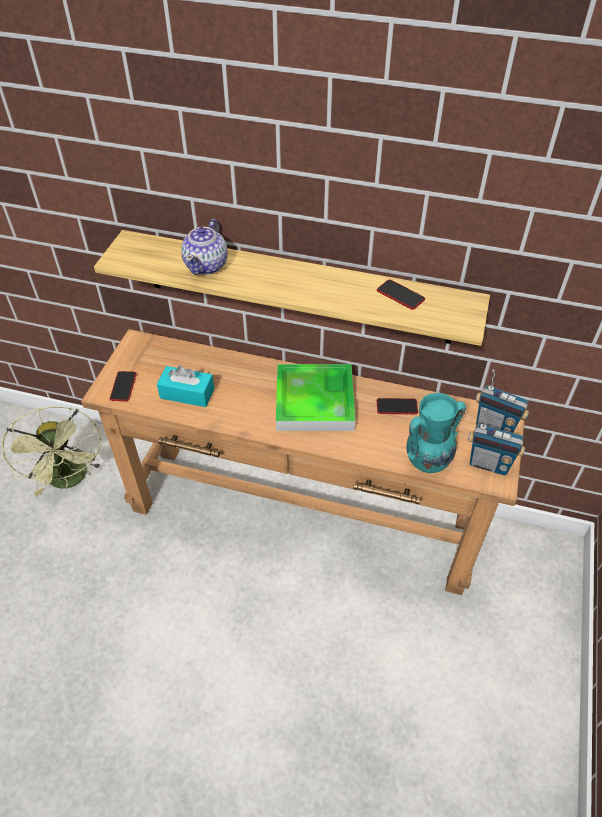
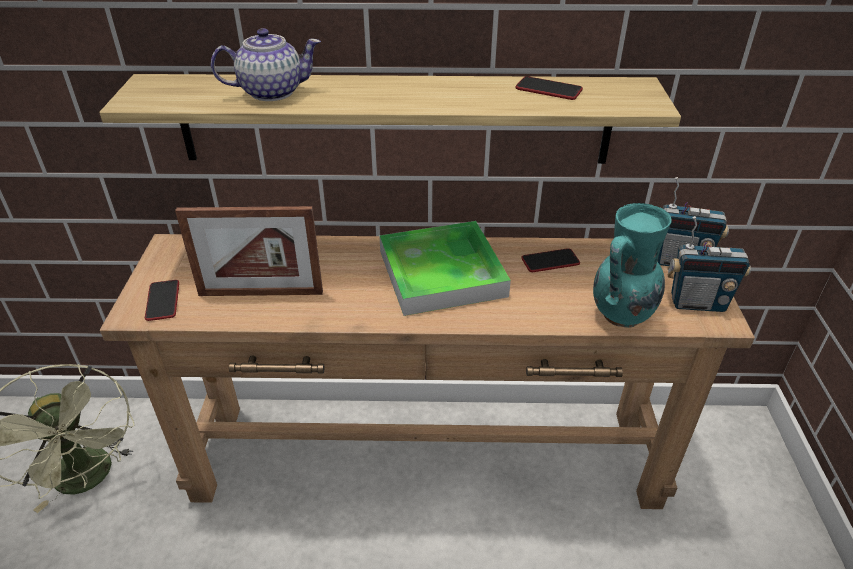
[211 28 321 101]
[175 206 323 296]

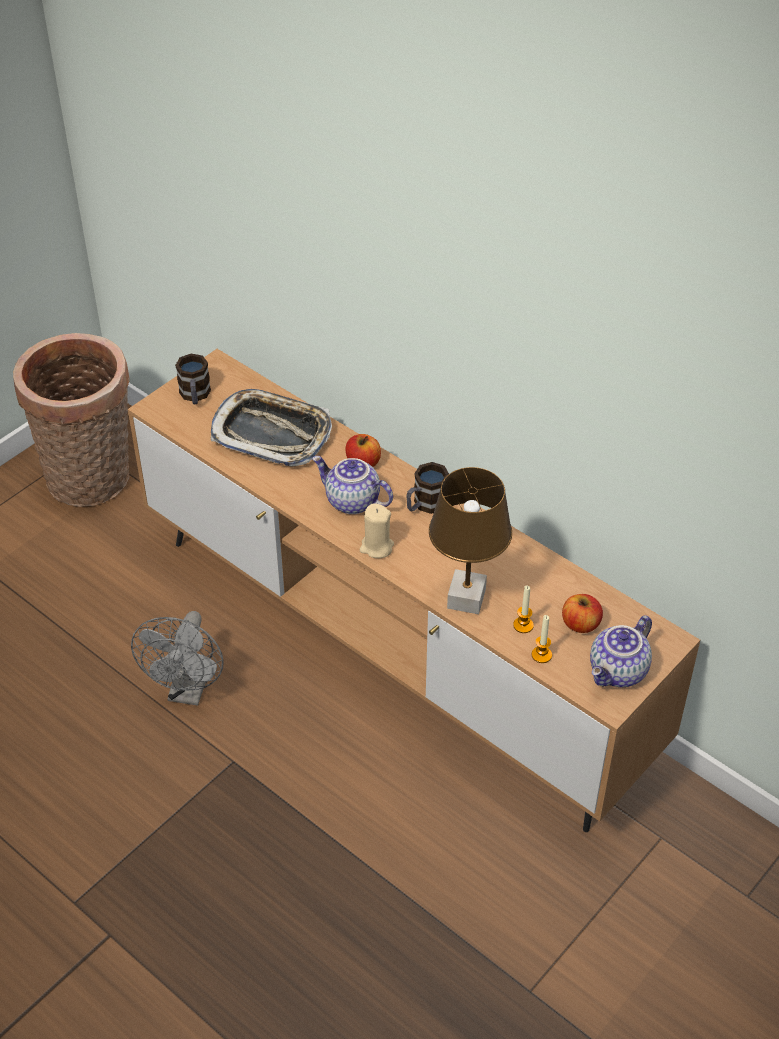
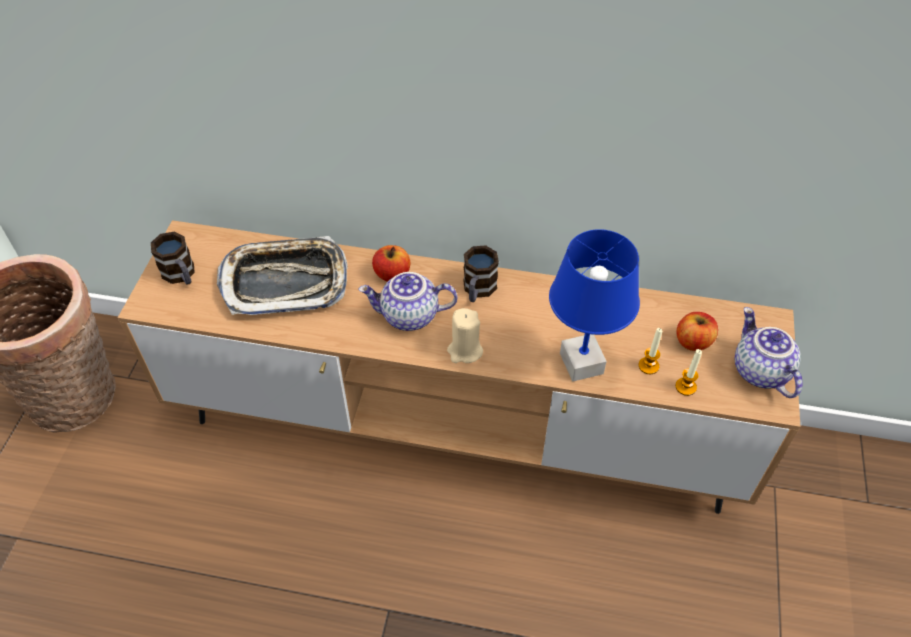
[549 229 640 381]
[131 611 224 706] (first image)
[735 307 802 398]

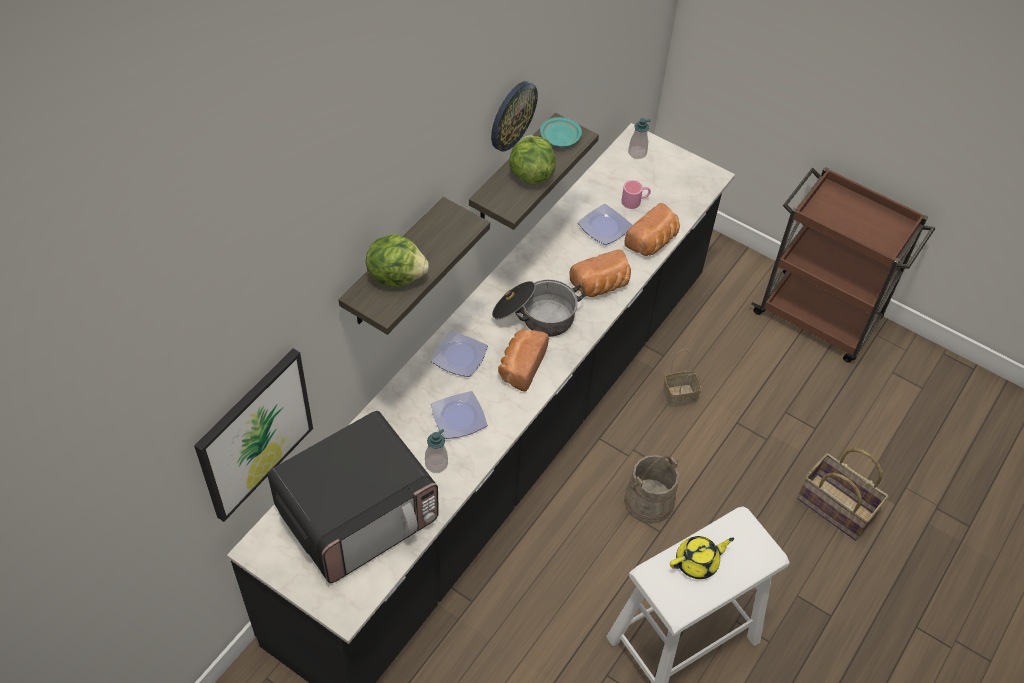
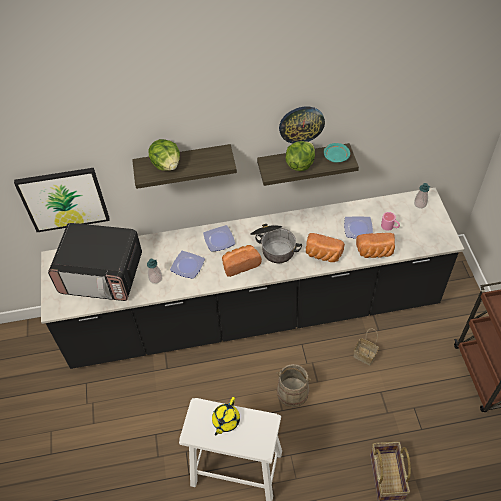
[212 397 240 436]

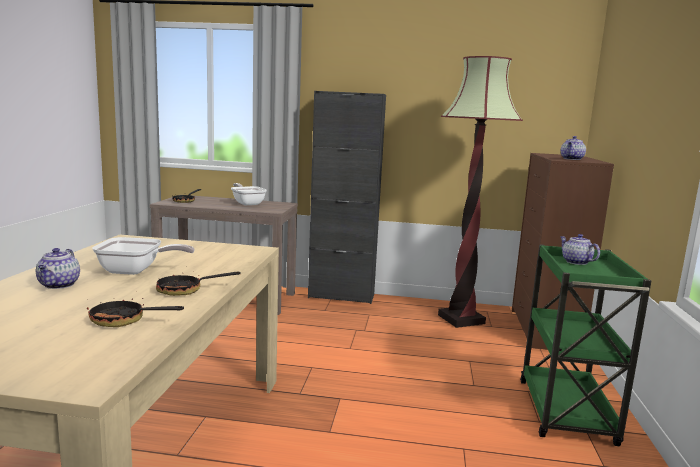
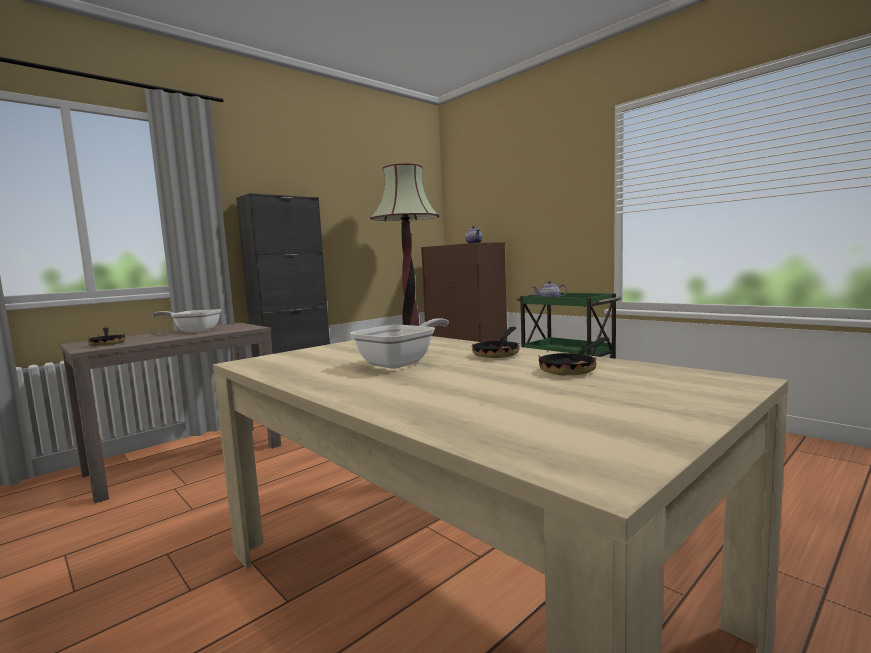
[36 248 80 289] (first image)

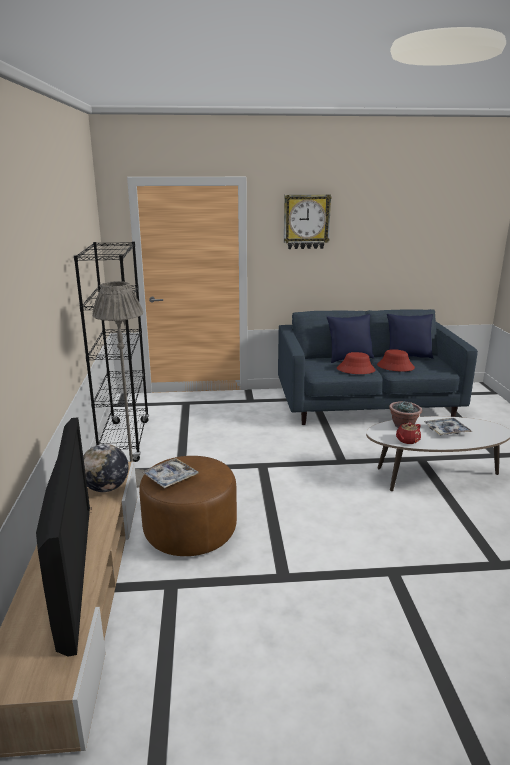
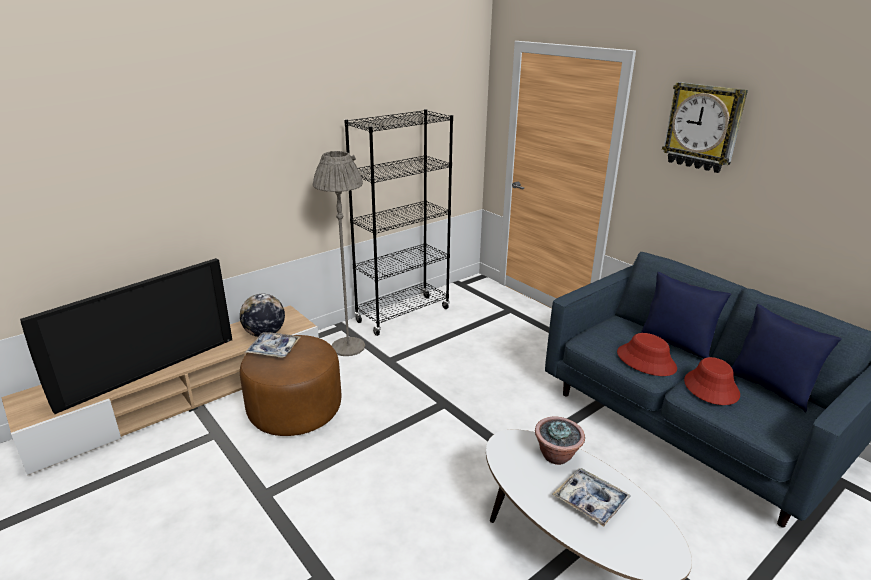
[396 423 421 444] (first image)

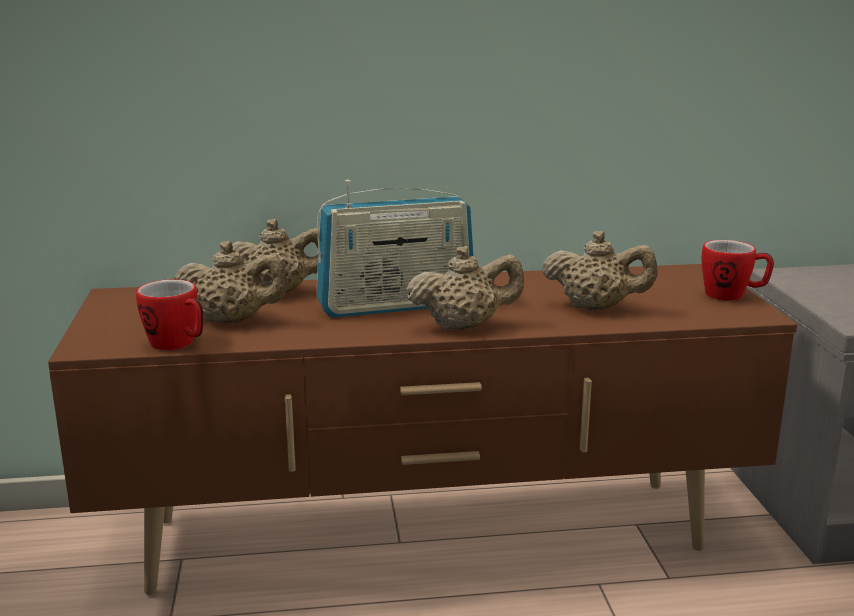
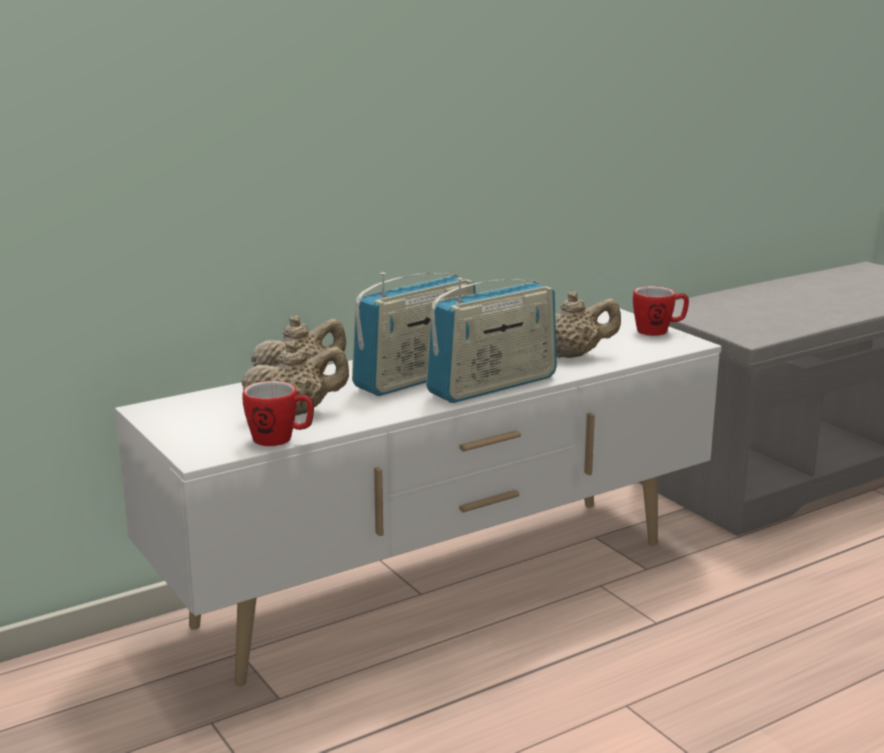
[426 277 557 403]
[115 308 721 686]

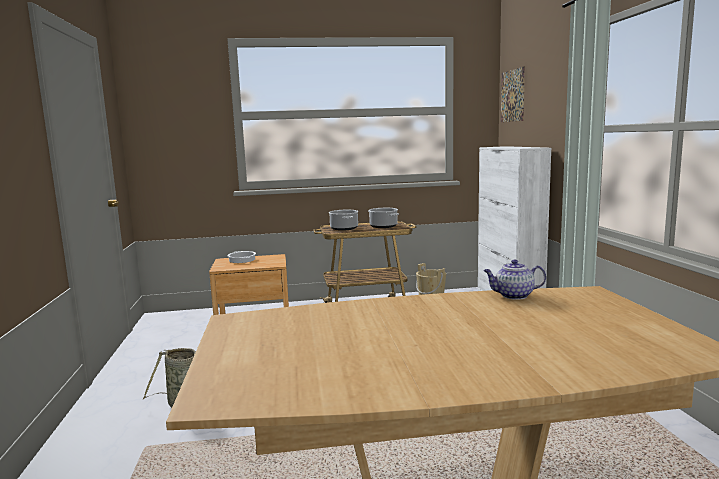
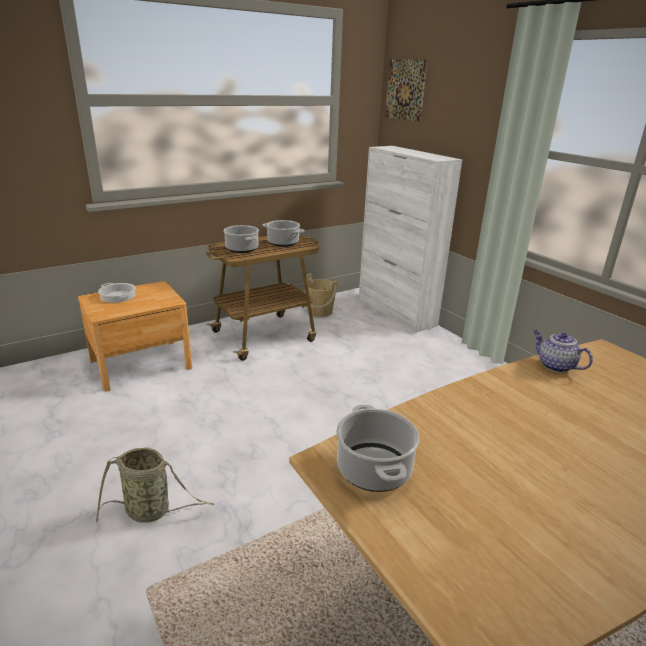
[533 330 593 373]
[336 405 420 492]

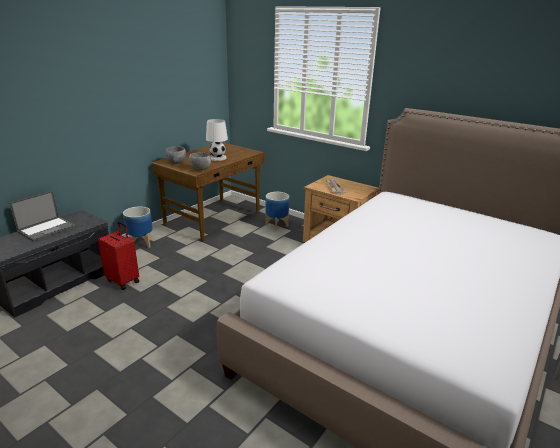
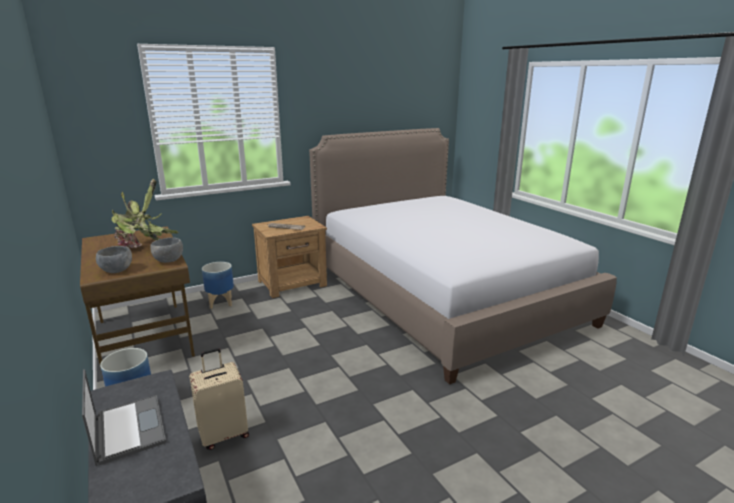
[112 179 179 248]
[189 348 249 450]

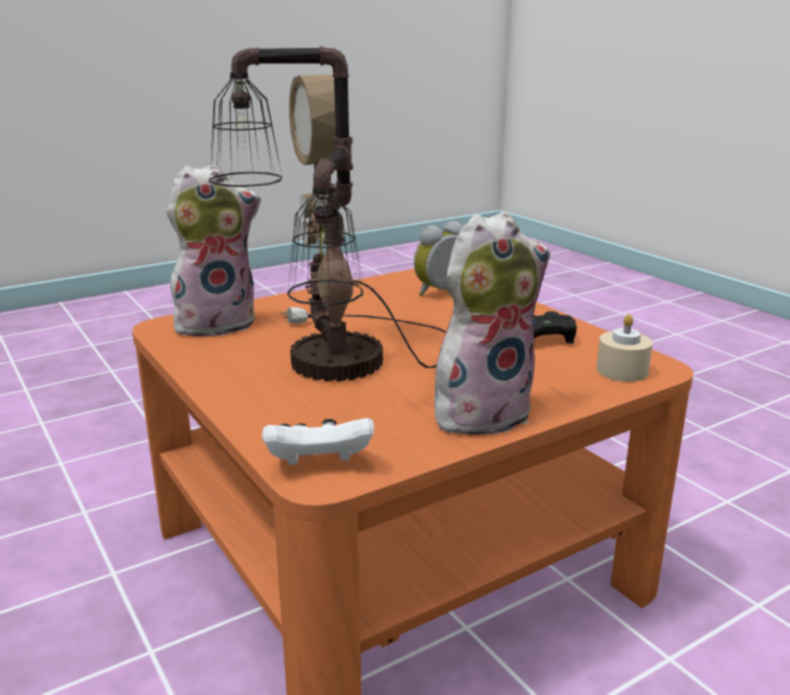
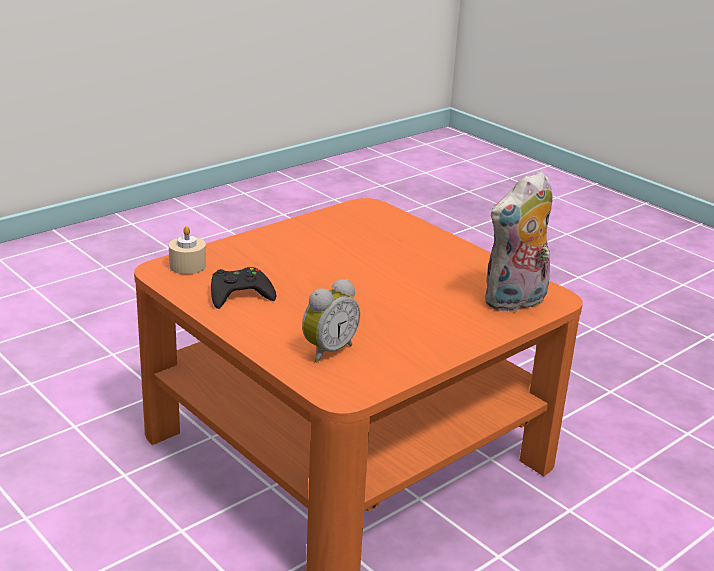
[209 46 446 382] (first image)
[435 212 550 439] (first image)
[262 418 374 465] (first image)

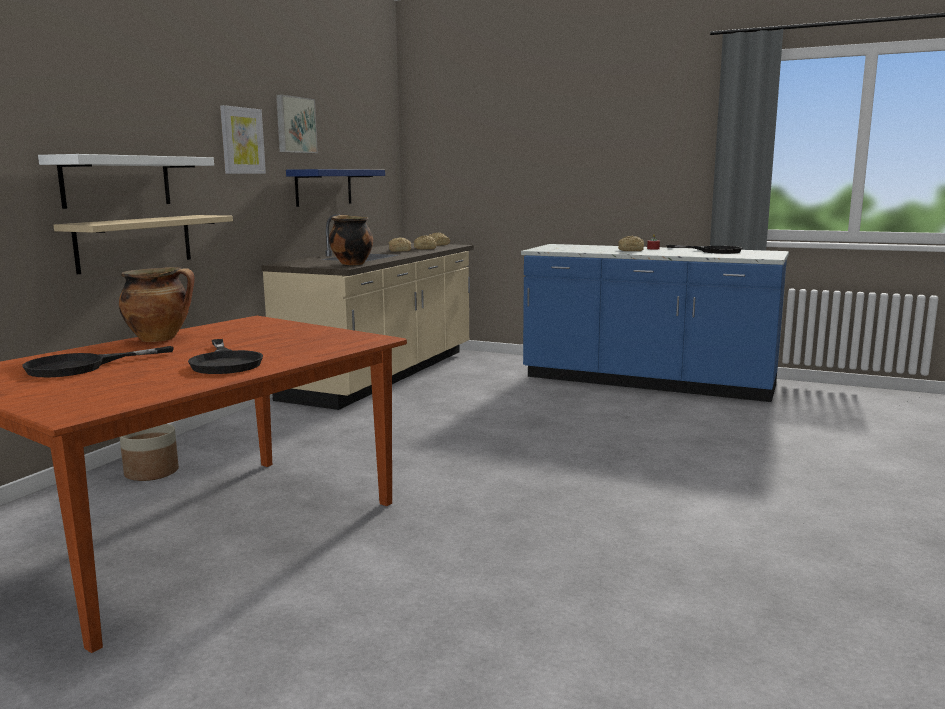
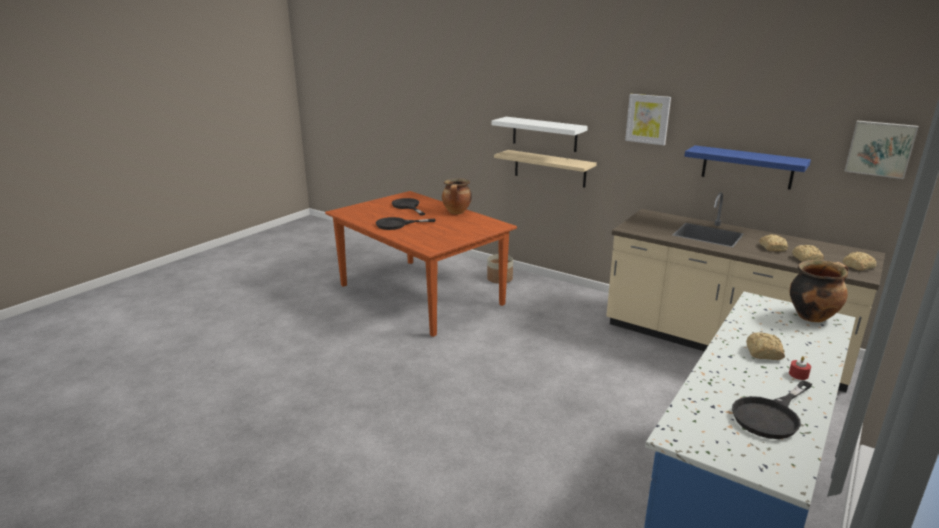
[844 121 919 179]
[790 260 848 322]

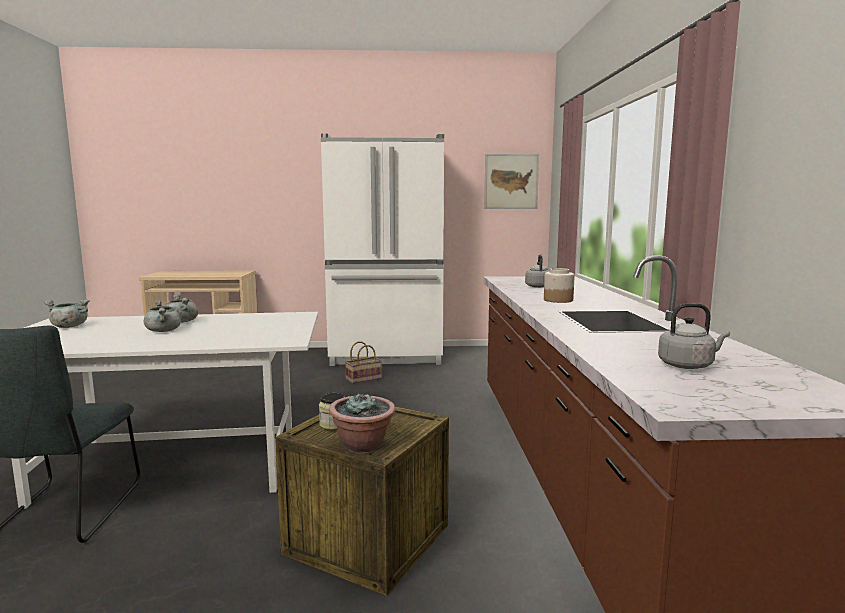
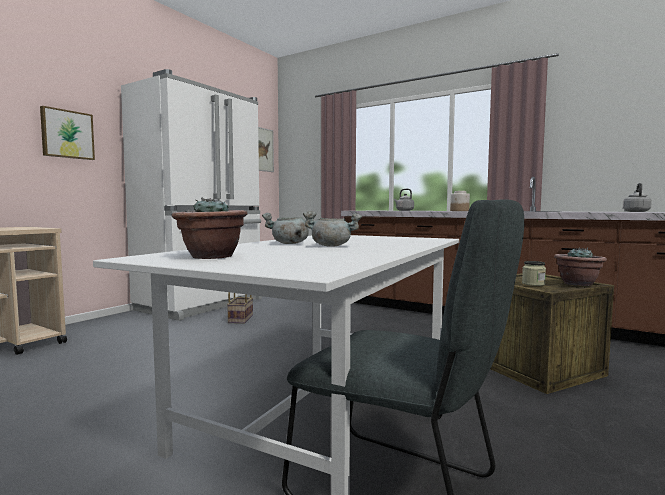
[172 198 248 259]
[40 106 95 160]

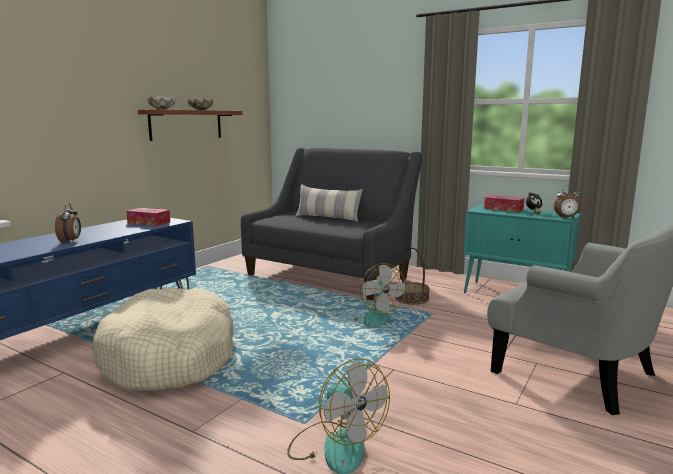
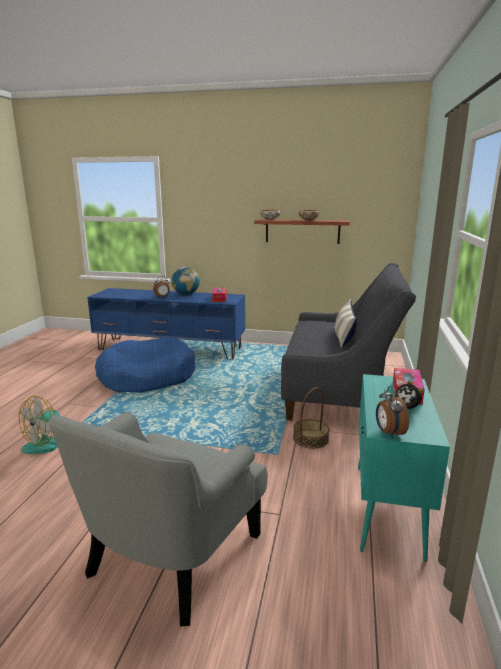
[354 263 406 328] (first image)
[95 337 195 393]
[172 267 200 295]

